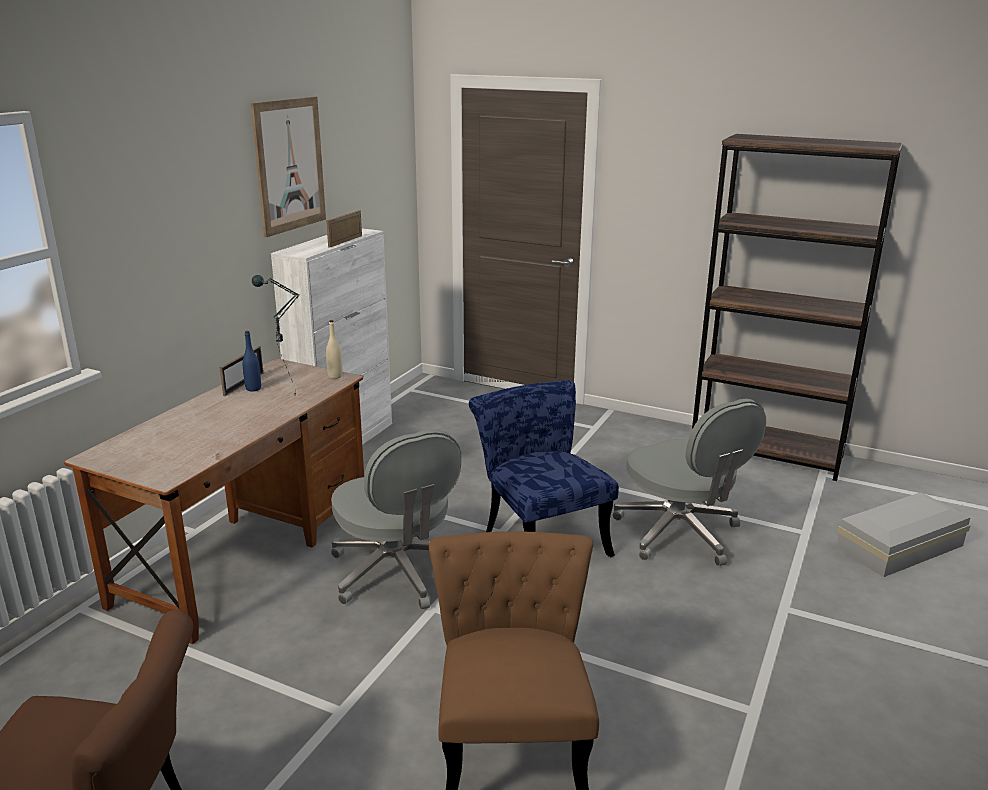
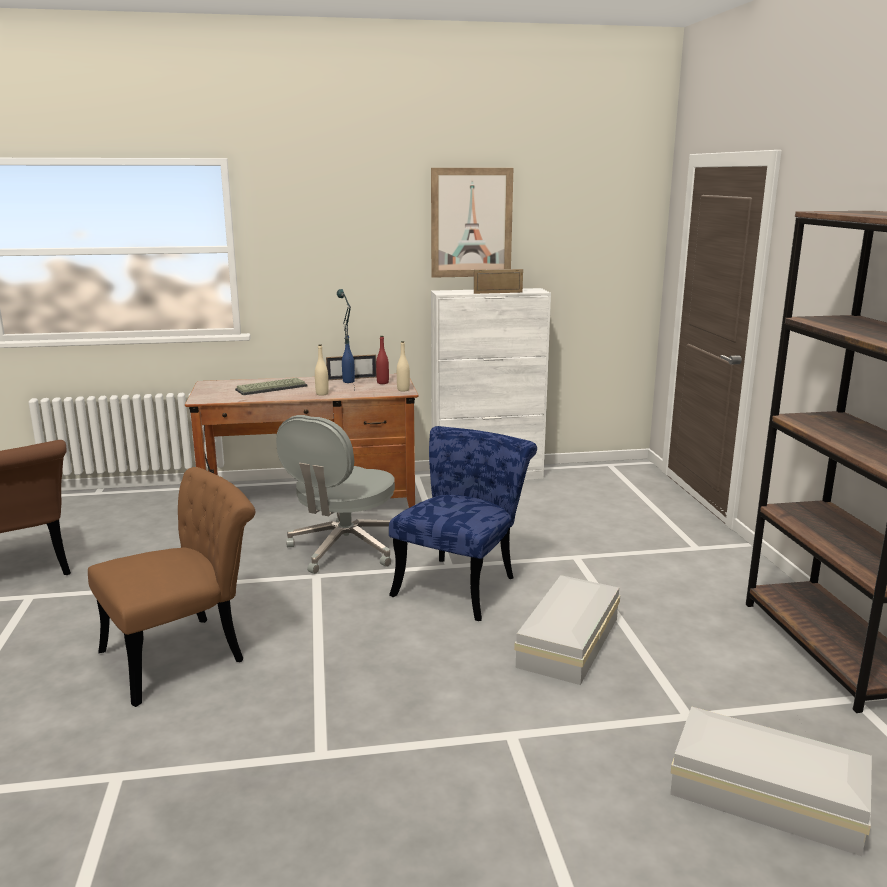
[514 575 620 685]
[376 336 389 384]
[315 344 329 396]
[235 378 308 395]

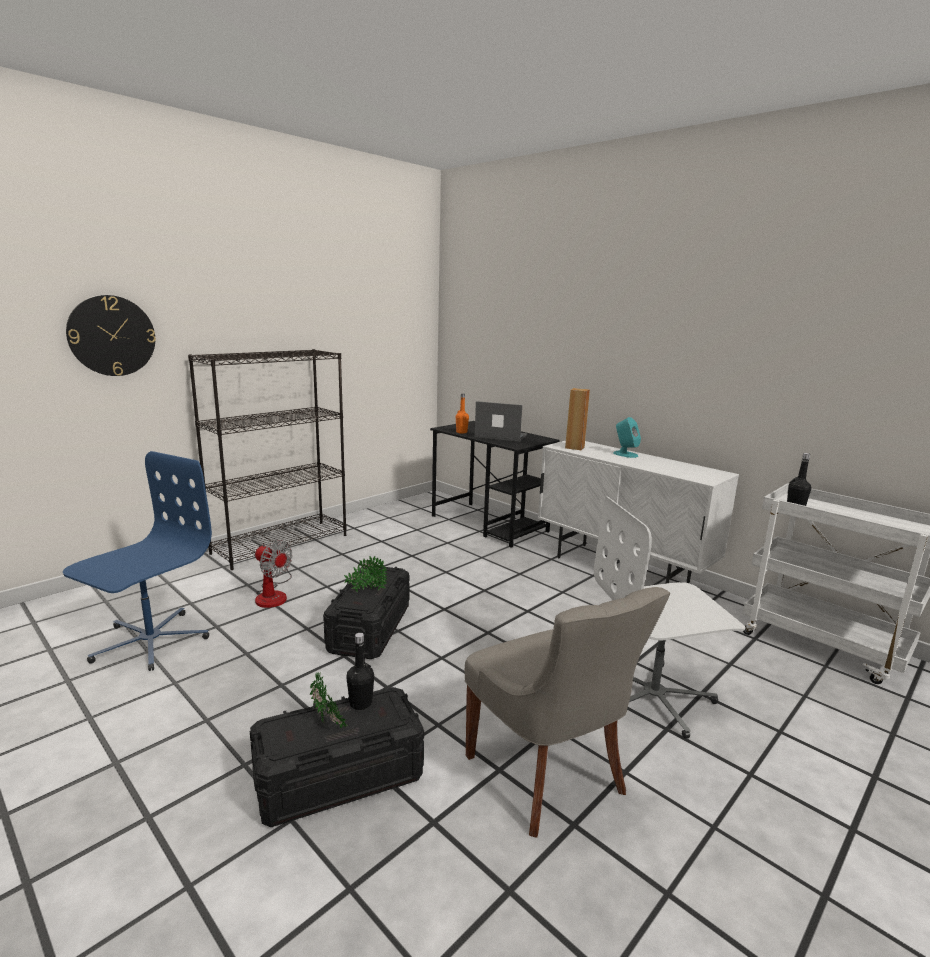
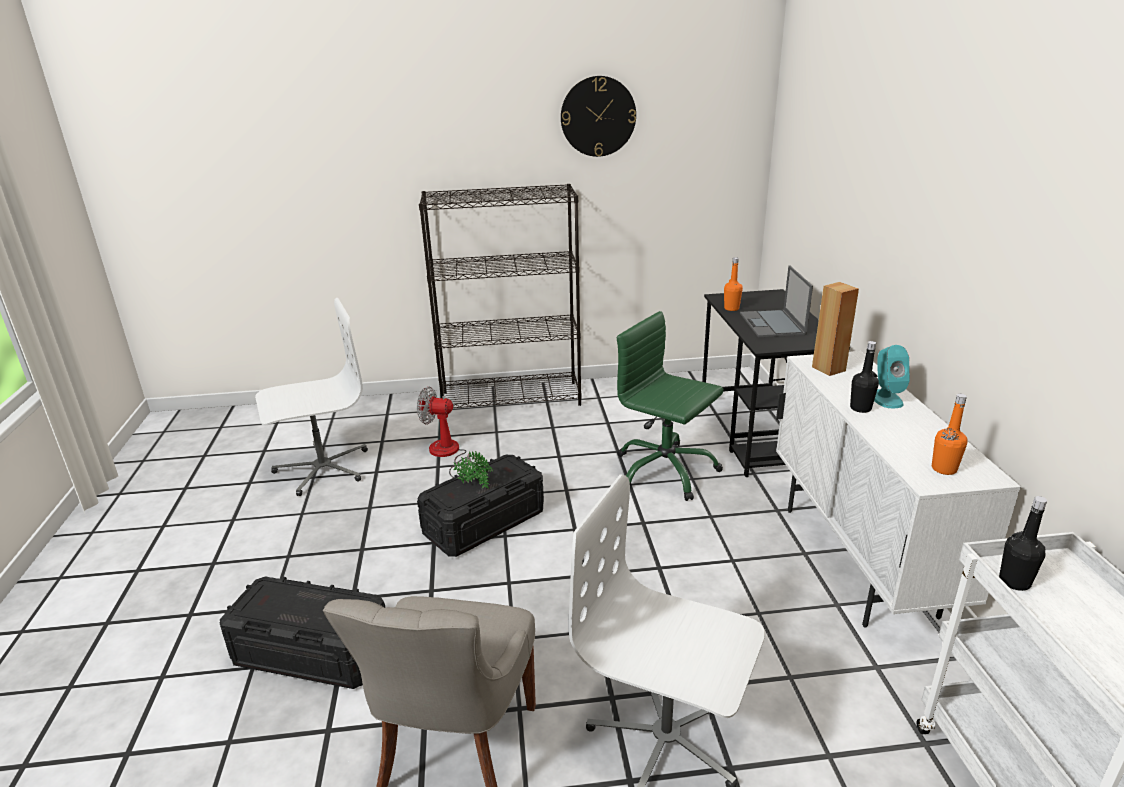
[561 76 636 157]
[740 265 813 337]
[255 298 368 496]
[417 387 471 478]
[850 341 879 413]
[310 672 348 728] (first image)
[617 311 723 501]
[932 394 968 475]

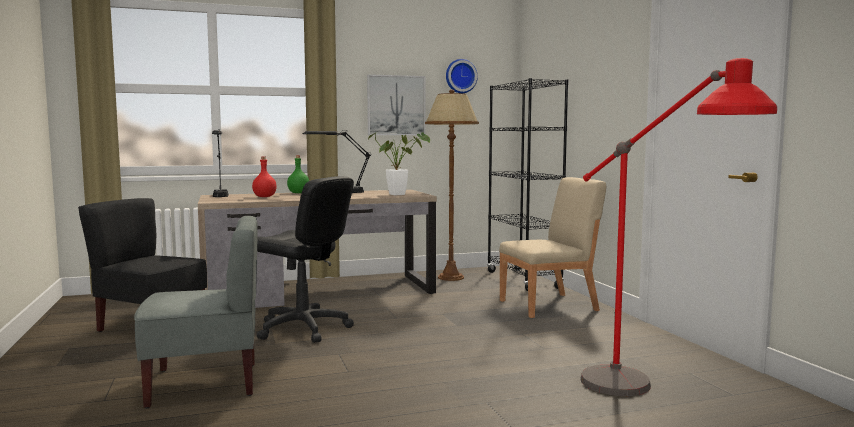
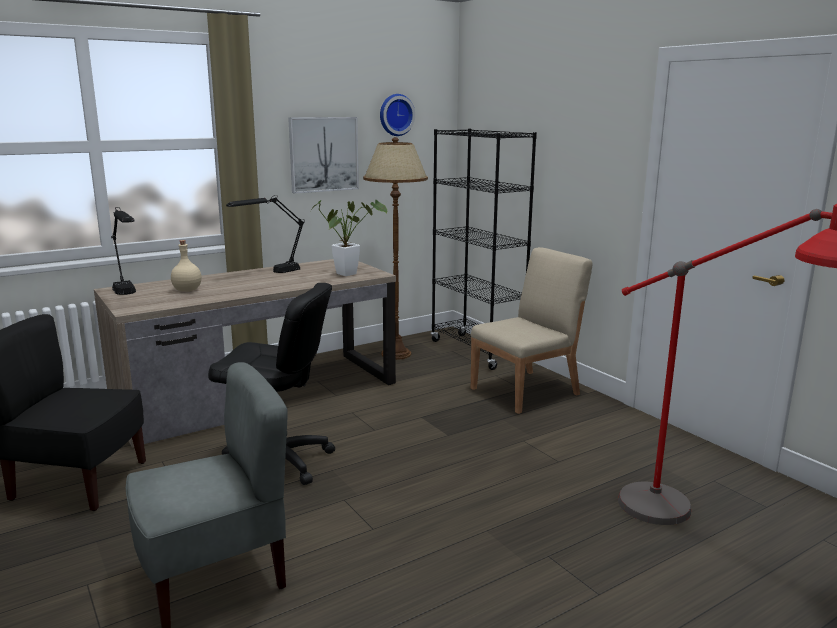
[287 155 309 193] (first image)
[171 240 202 292]

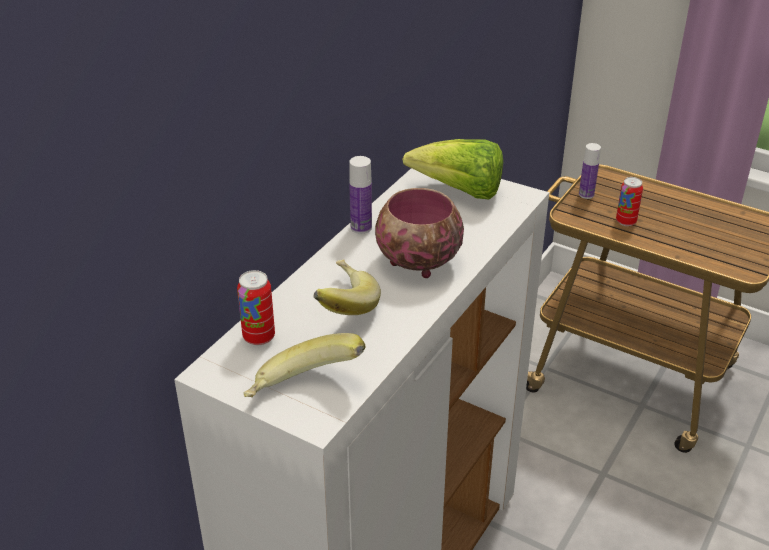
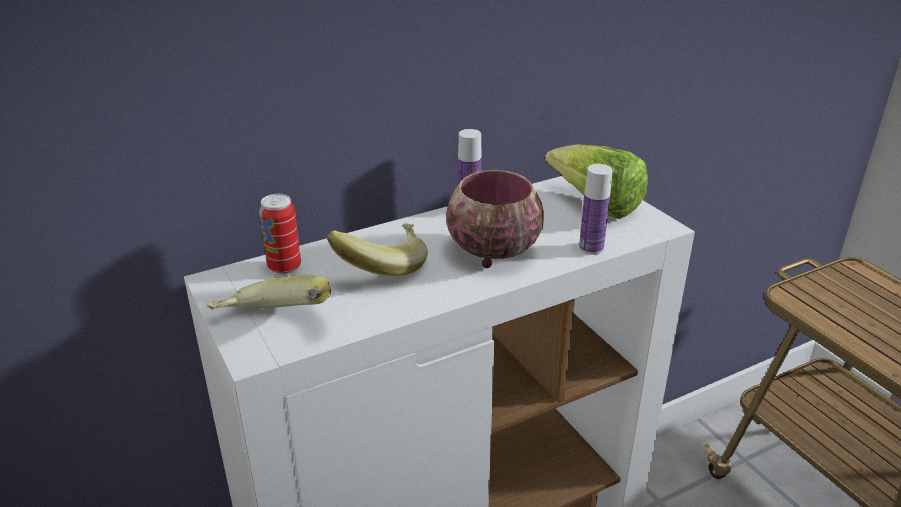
[579 164 612 255]
[616 177 643 226] (first image)

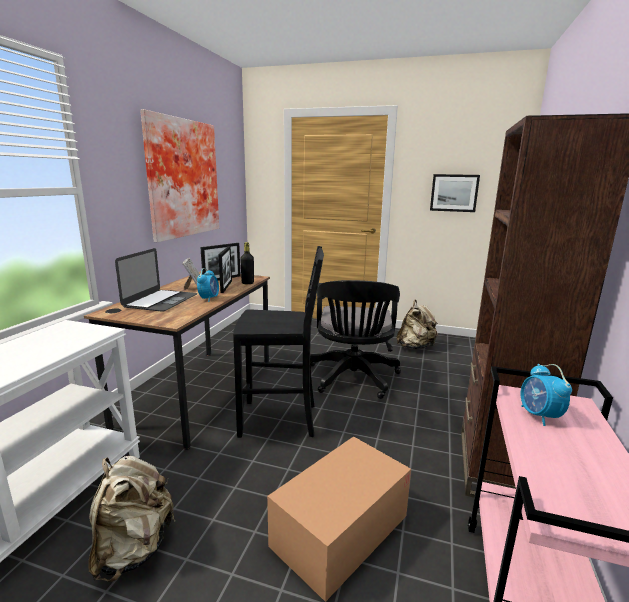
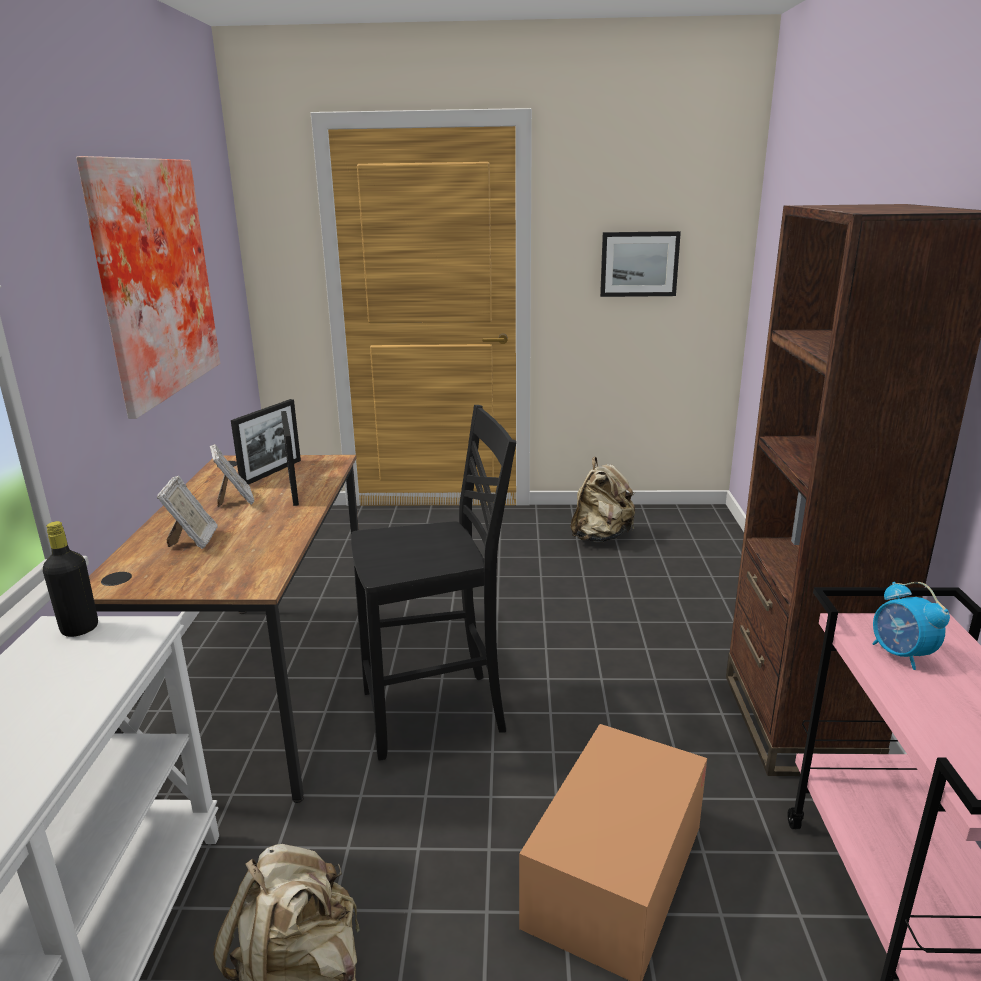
[43 521 98 637]
[157 475 218 549]
[197 268 219 302] (first image)
[310 280 401 399] (first image)

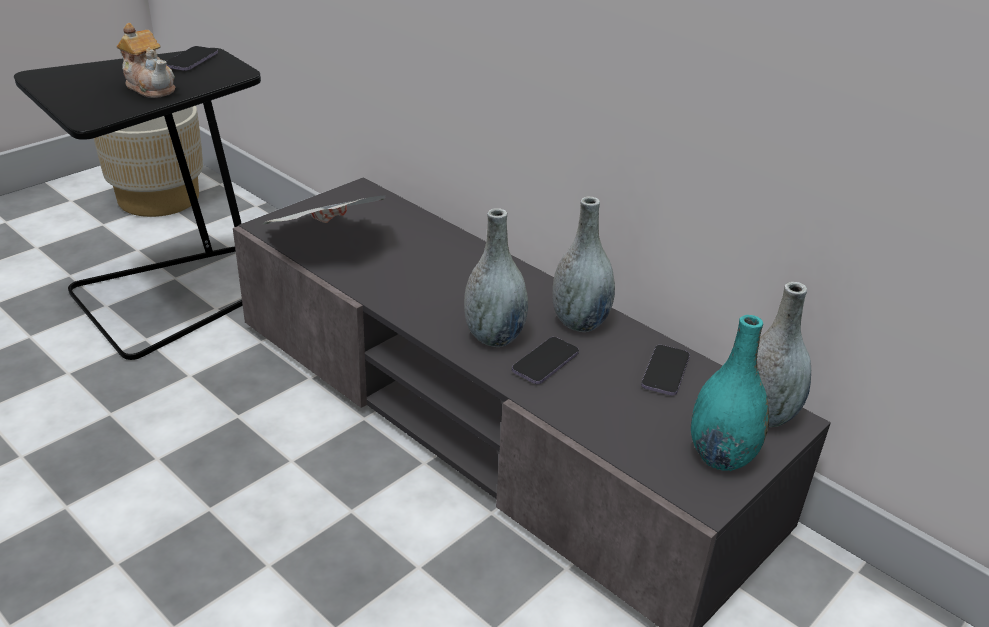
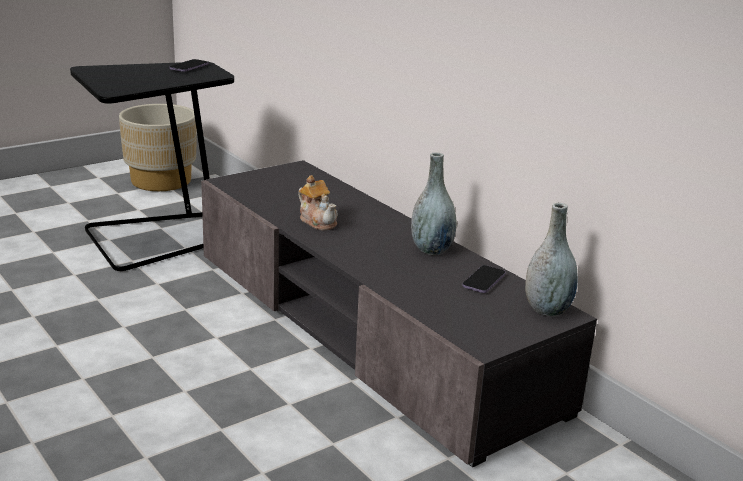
[298 175 338 231]
[262 196 386 225] (first image)
[464 208 528 347] (first image)
[691 315 769 471] (first image)
[512 337 579 384] (first image)

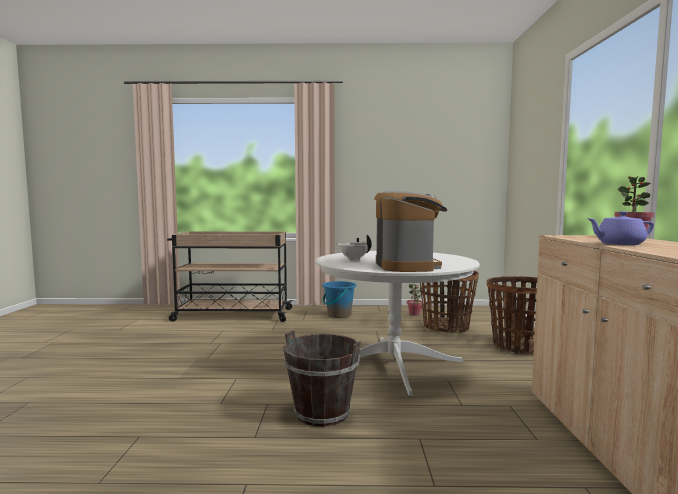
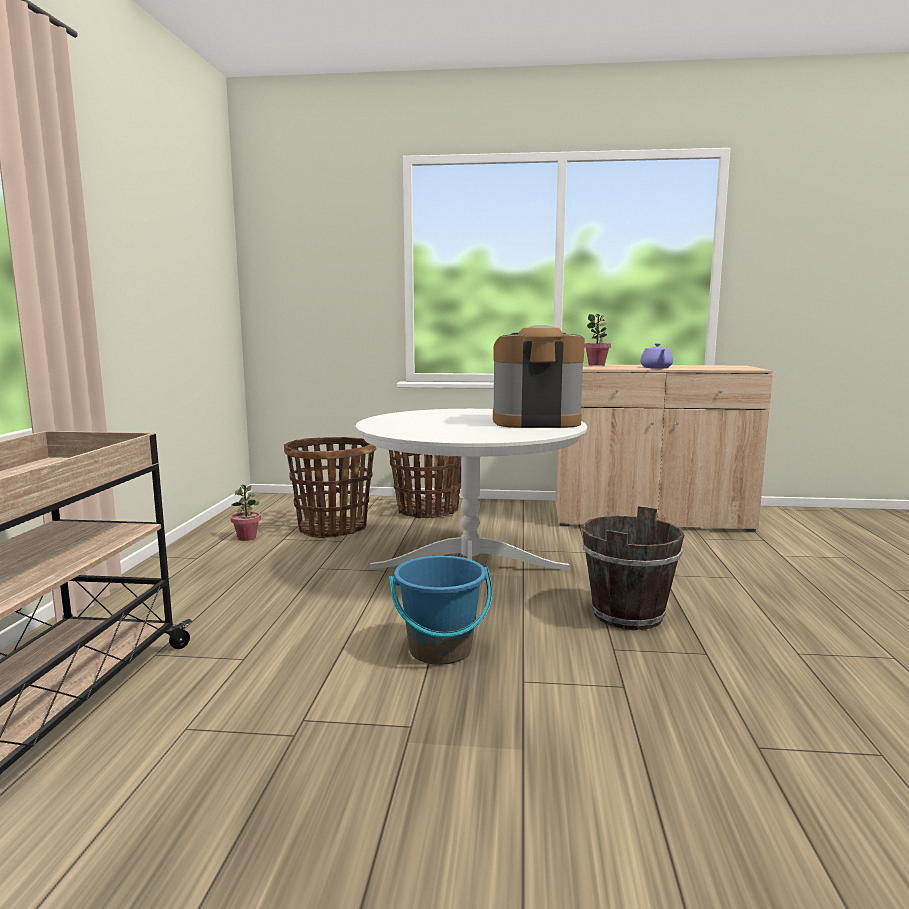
[336 235 372 260] (first image)
[389 556 492 665]

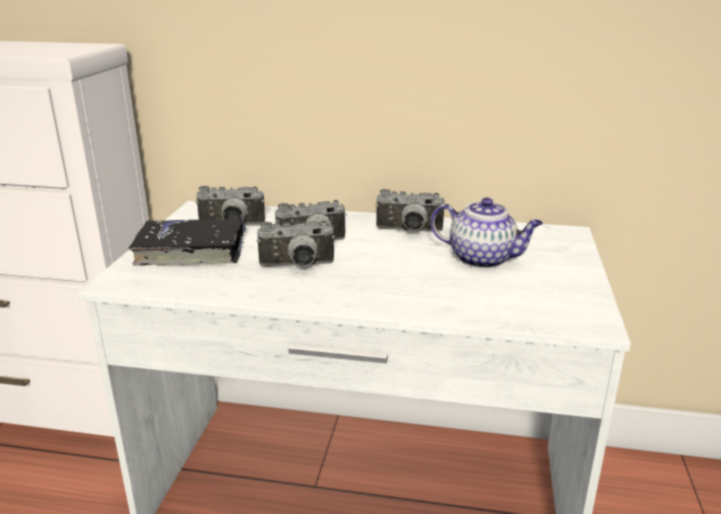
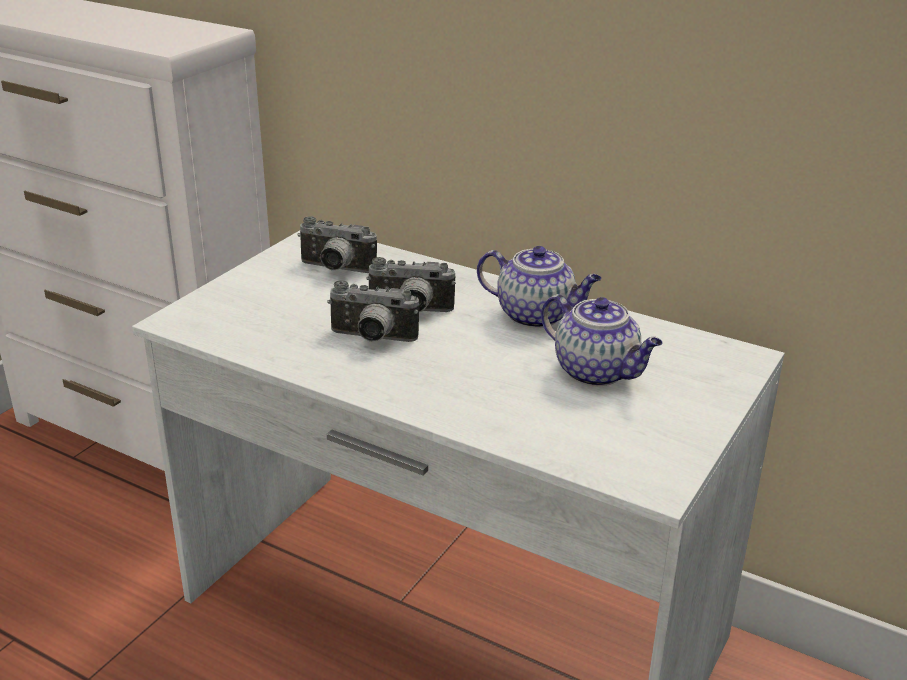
[477 246 602 328]
[128 219 246 266] (first image)

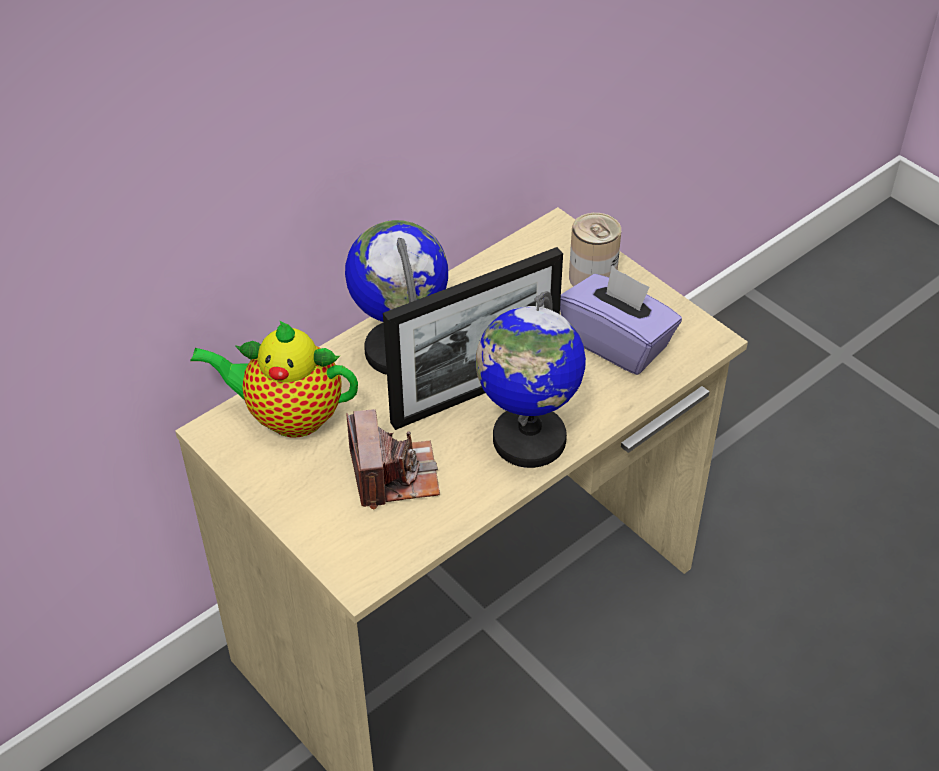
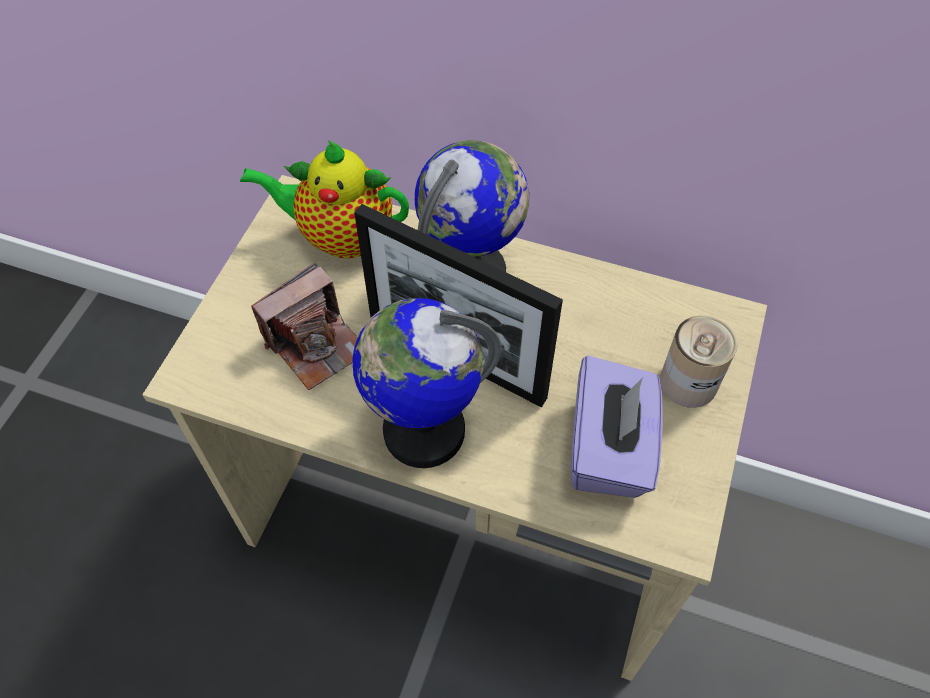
[240 140 409 258]

